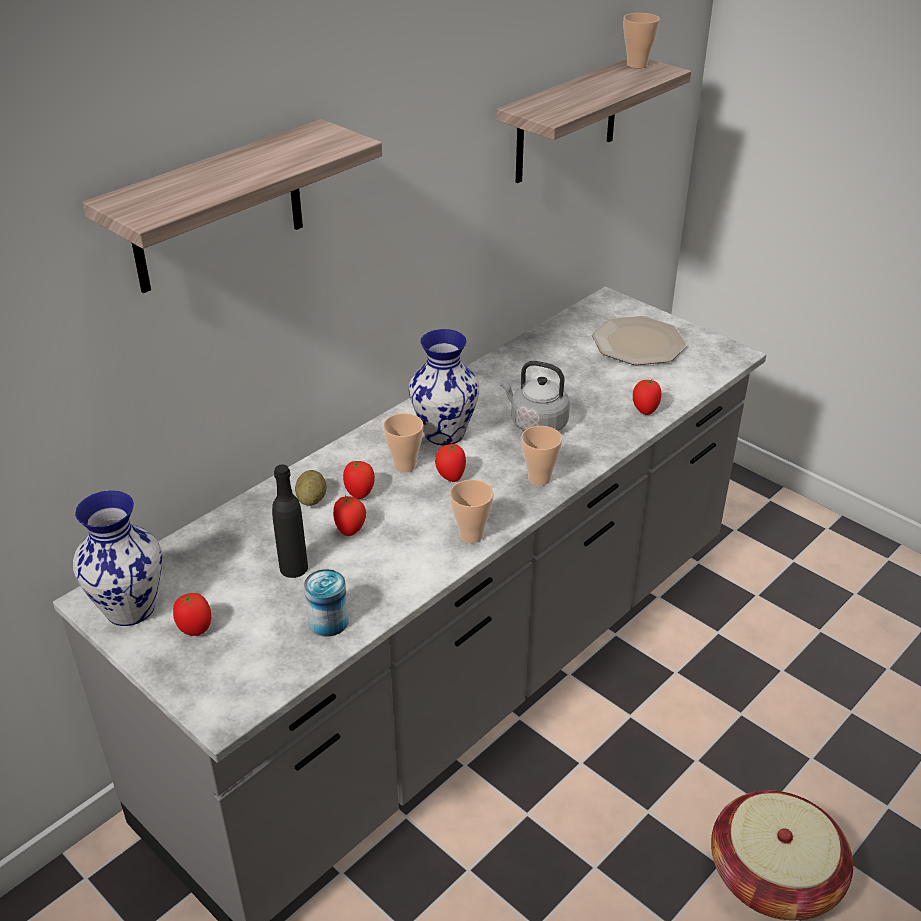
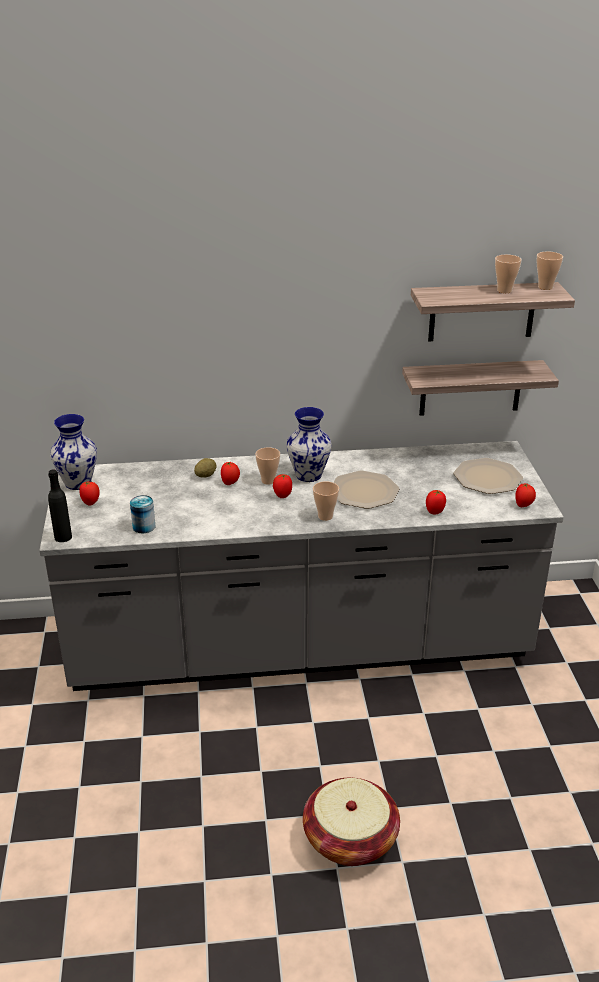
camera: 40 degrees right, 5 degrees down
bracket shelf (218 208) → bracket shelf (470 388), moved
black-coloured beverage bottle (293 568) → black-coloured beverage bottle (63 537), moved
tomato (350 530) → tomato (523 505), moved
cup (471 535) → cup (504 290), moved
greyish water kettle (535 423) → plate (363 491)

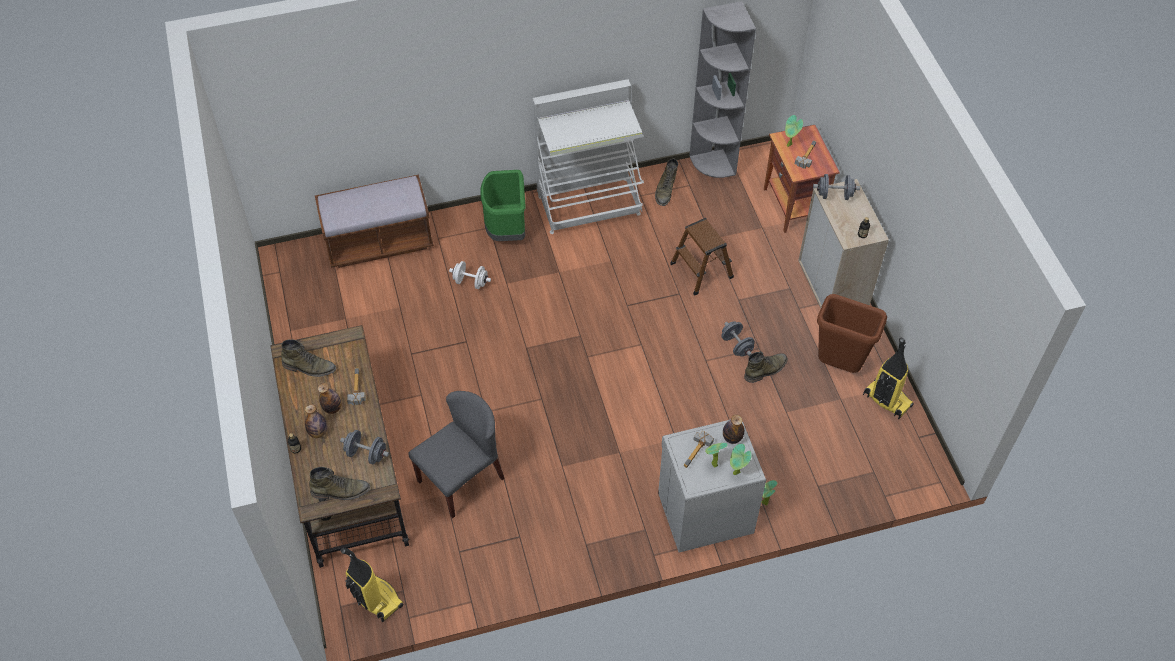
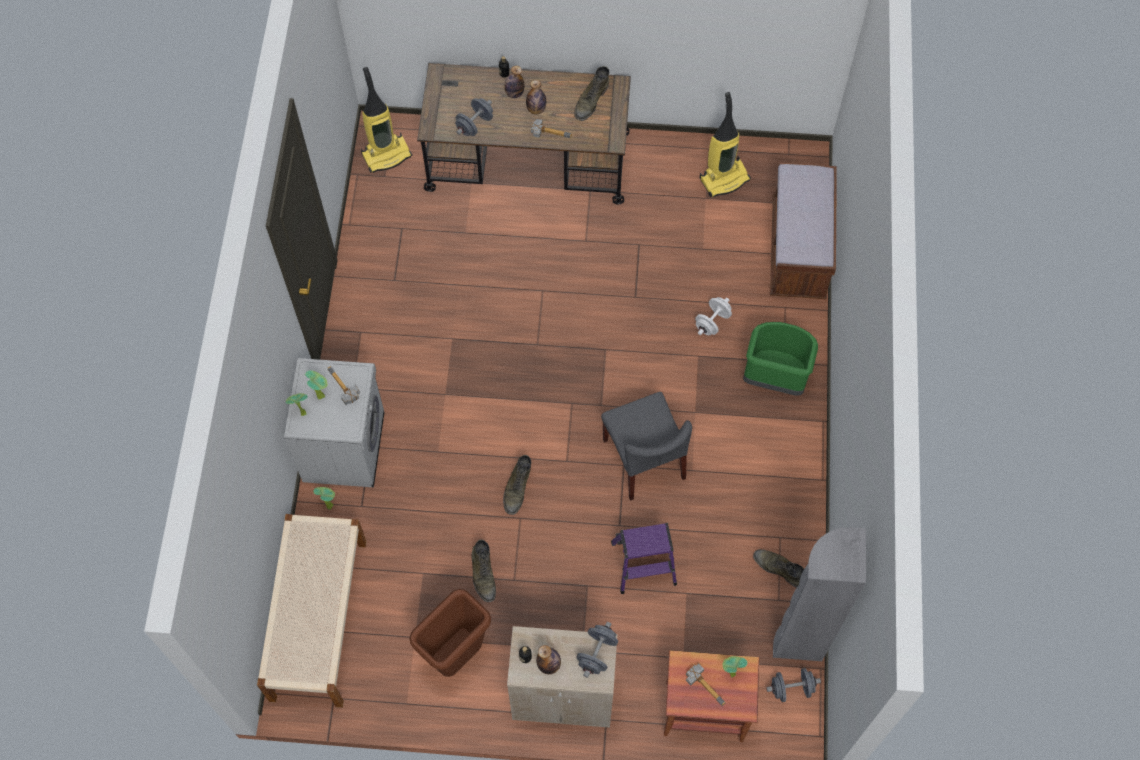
camera: 110 degrees right, 10 degrees up
whitish shoe stand (590 207) → -
- → beige-coloured indoor bench (318 619)
green tall boot (340 491) → green tall boot (517 489), moved
greyish upright chair (461 479) → greyish upright chair (644 459), moved
greyish free weight (736 345) → greyish free weight (791 688), moved
beverage bottle (732 438) → beverage bottle (549 665), moved
vacuum cleaner (886 400) → vacuum cleaner (724 178), moved
brownish step ladder (702 270) → purple-coloured step ladder (643 562)

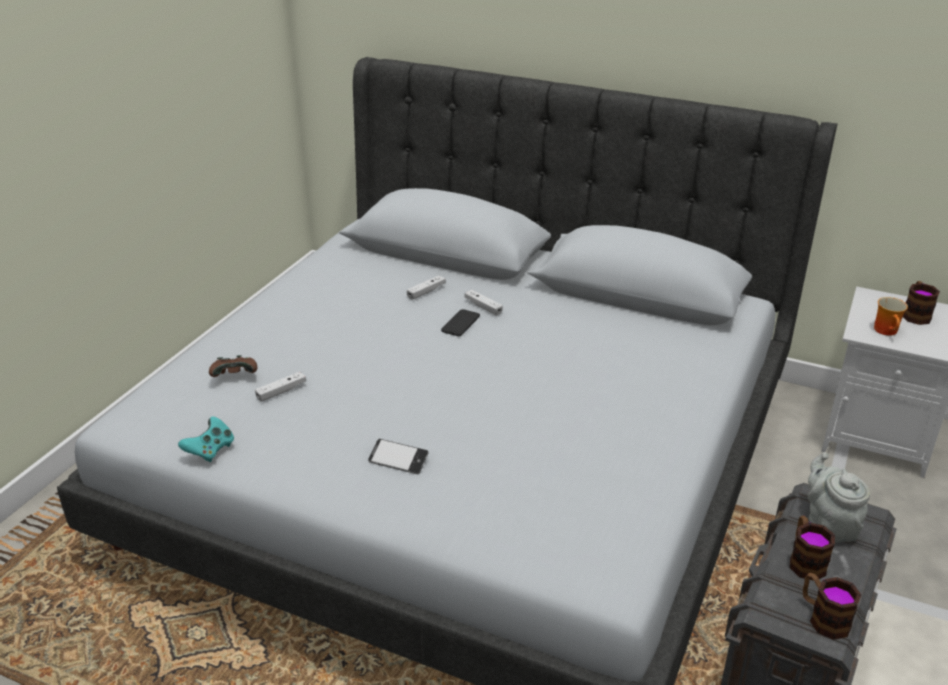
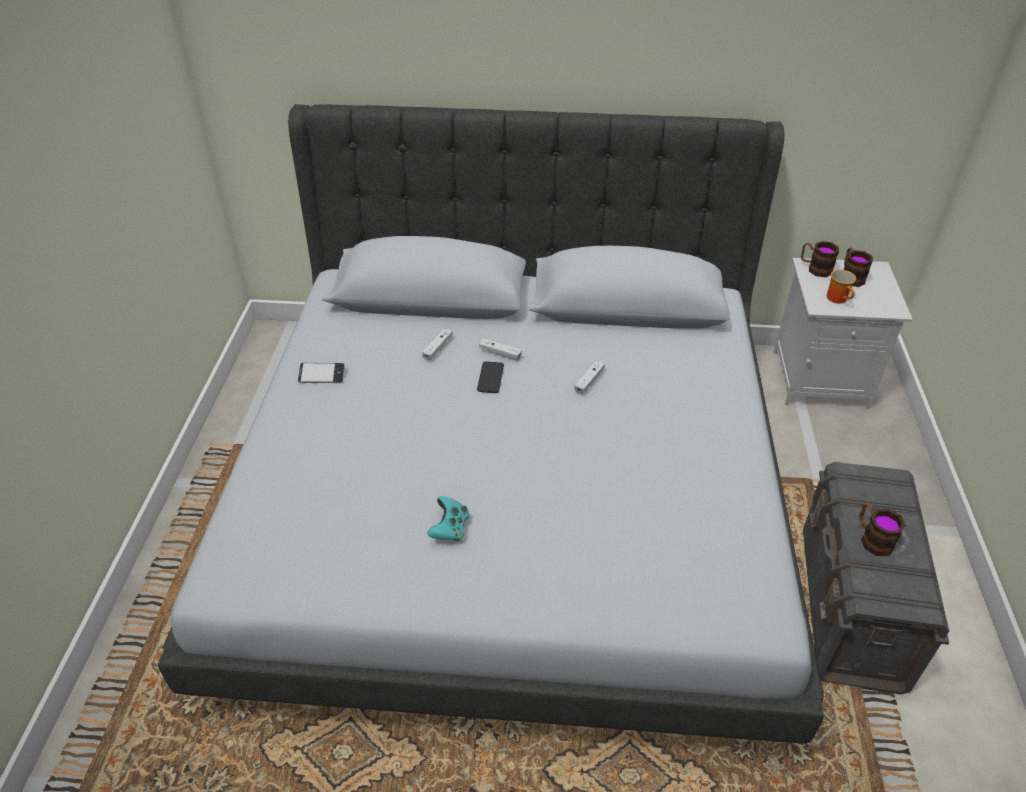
camera: 20 degrees left, 10 degrees up
brownish game controller (235 376) → -
greyish pot for tea (829 525) → -
turquoise game controller (210 450) → turquoise game controller (450 528), moved
whitish game controller (281 391) → whitish game controller (589 381), moved
handset (398 460) → handset (322 376), moved
mug (823 617) → mug (815 268), moved

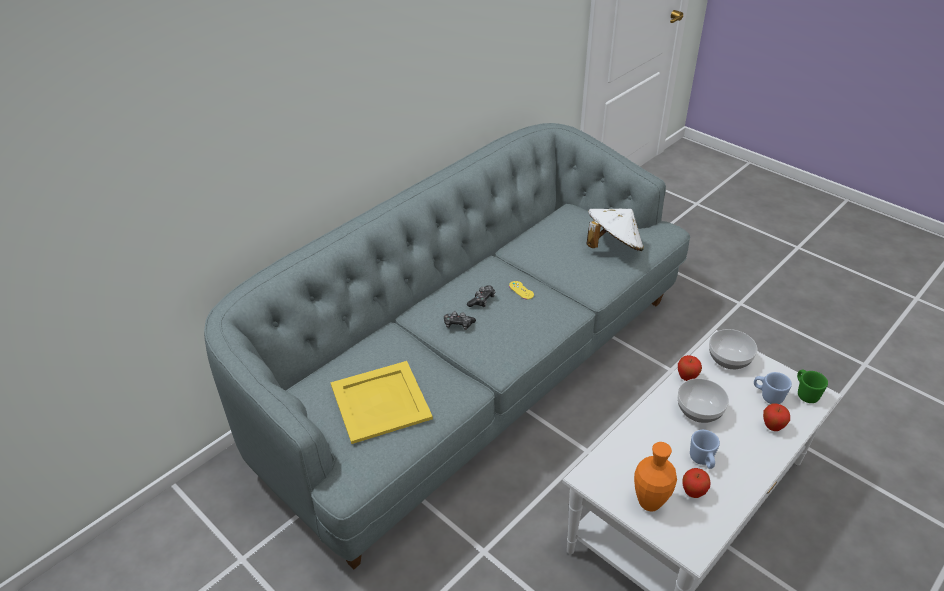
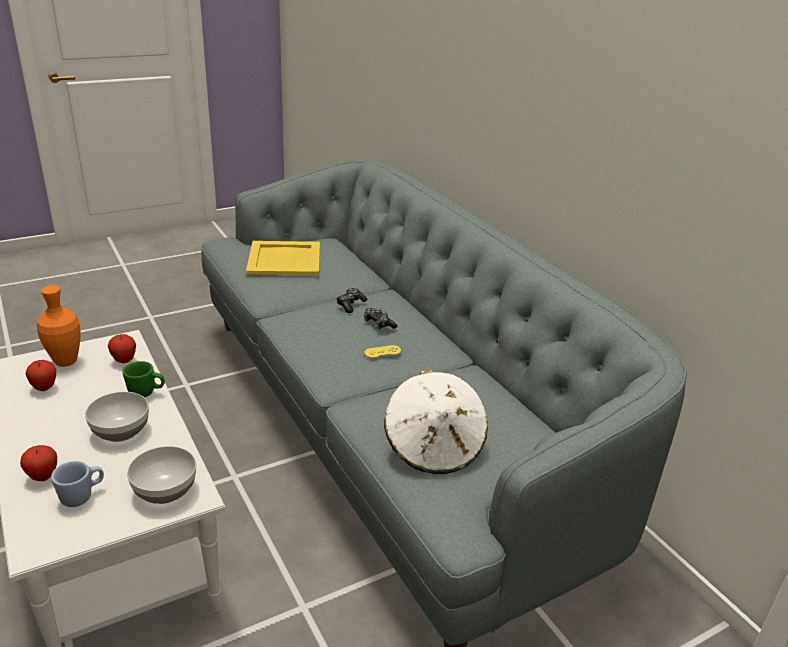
camera: 105 degrees right, 10 degrees down
blue mug (702 461) → -
whole apple (687 377) → whole apple (124 361), moved
green mug (805 393) → green mug (146 393), moved

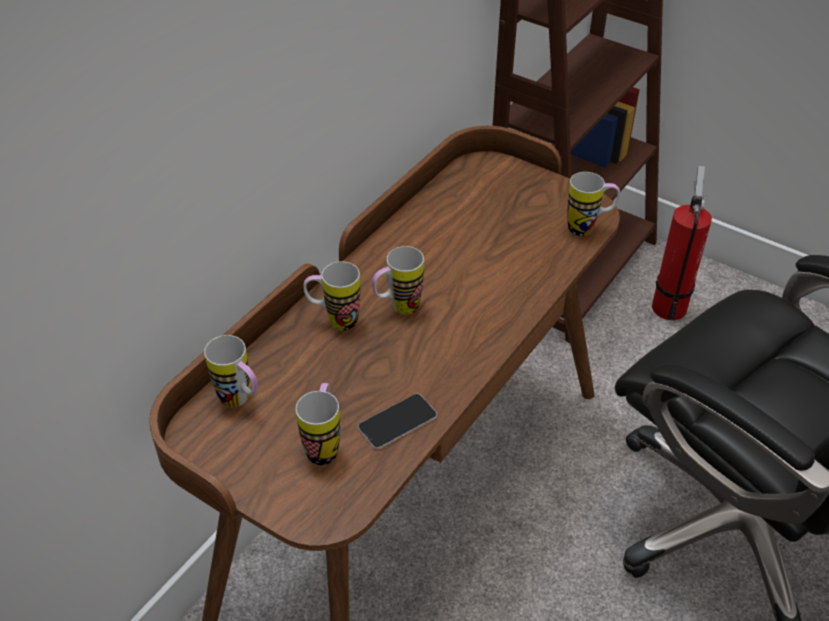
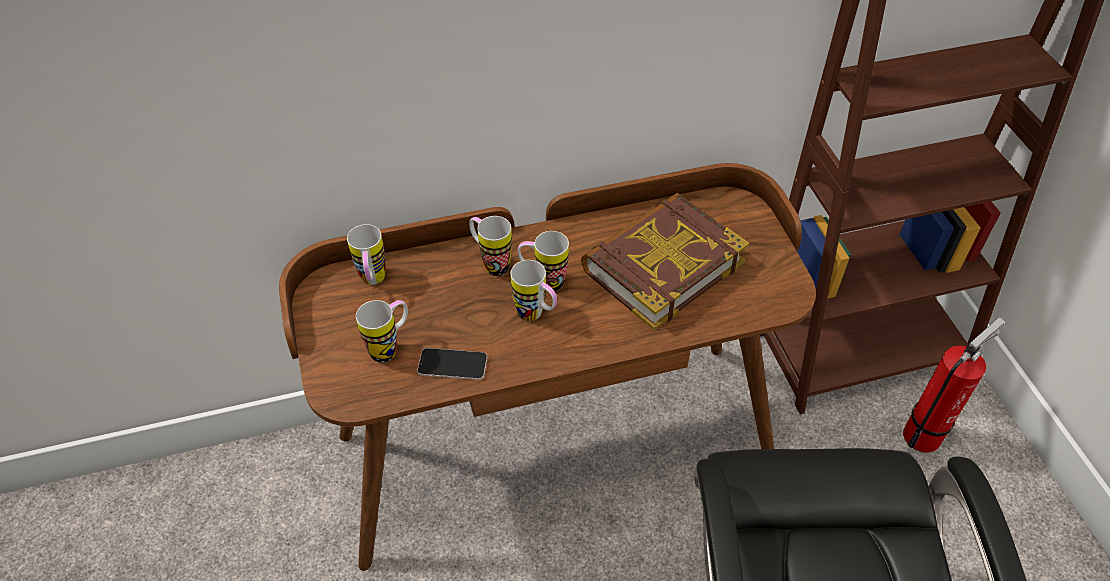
camera: 40 degrees right, 5 degrees up
- → volume (662 265)
mug (588 228) → mug (536 316), moved

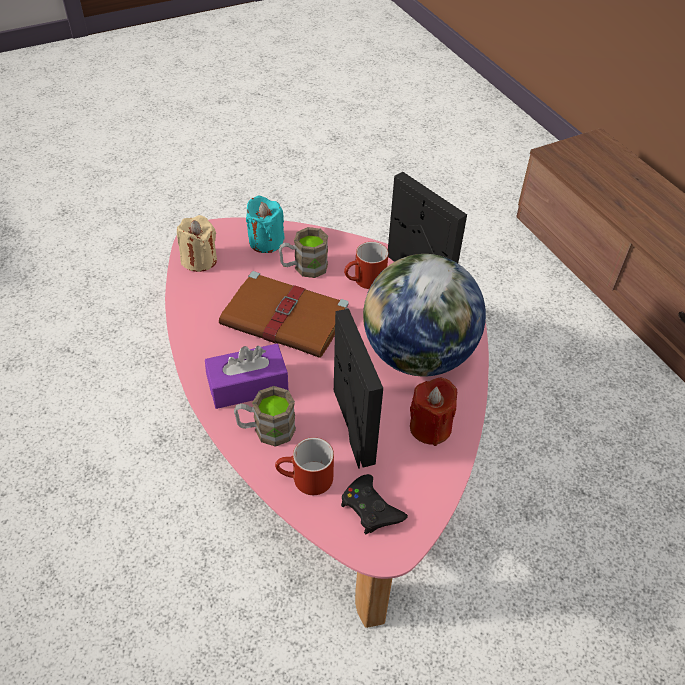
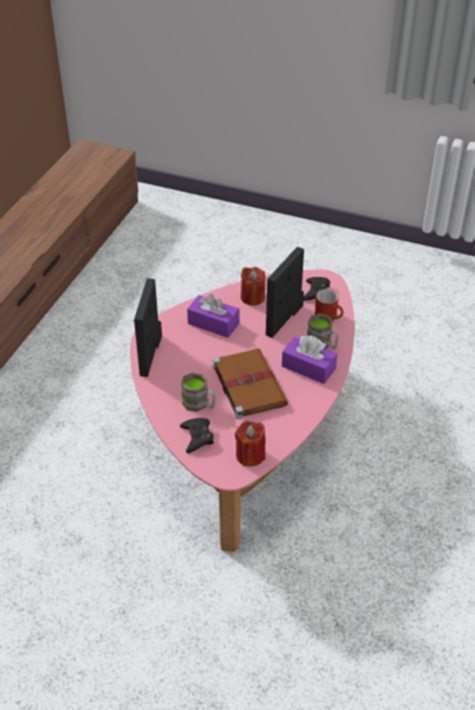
camera: 130 degrees left, 5 degrees down
reddish mug (365 281) → -
turquoise wax candle (266 241) → black-coloured game controller (197 437)
desk globe (417 355) → purple-coloured tissue holder (213 323)
beige-coloured wax candle (199 260) → reddish wax candle (250 455)

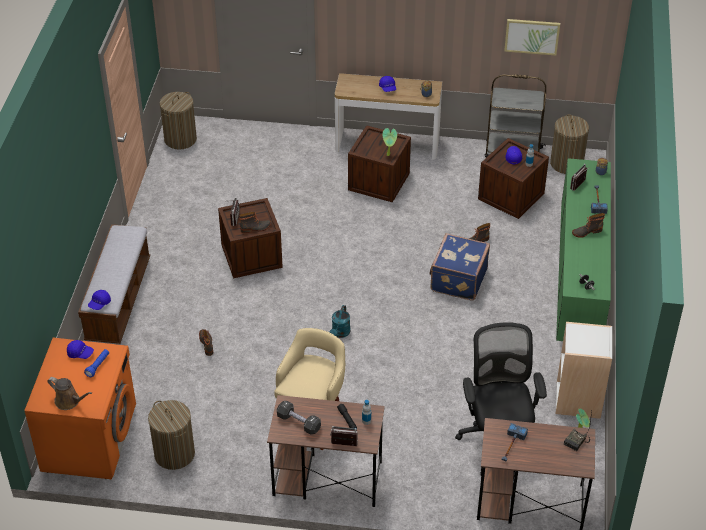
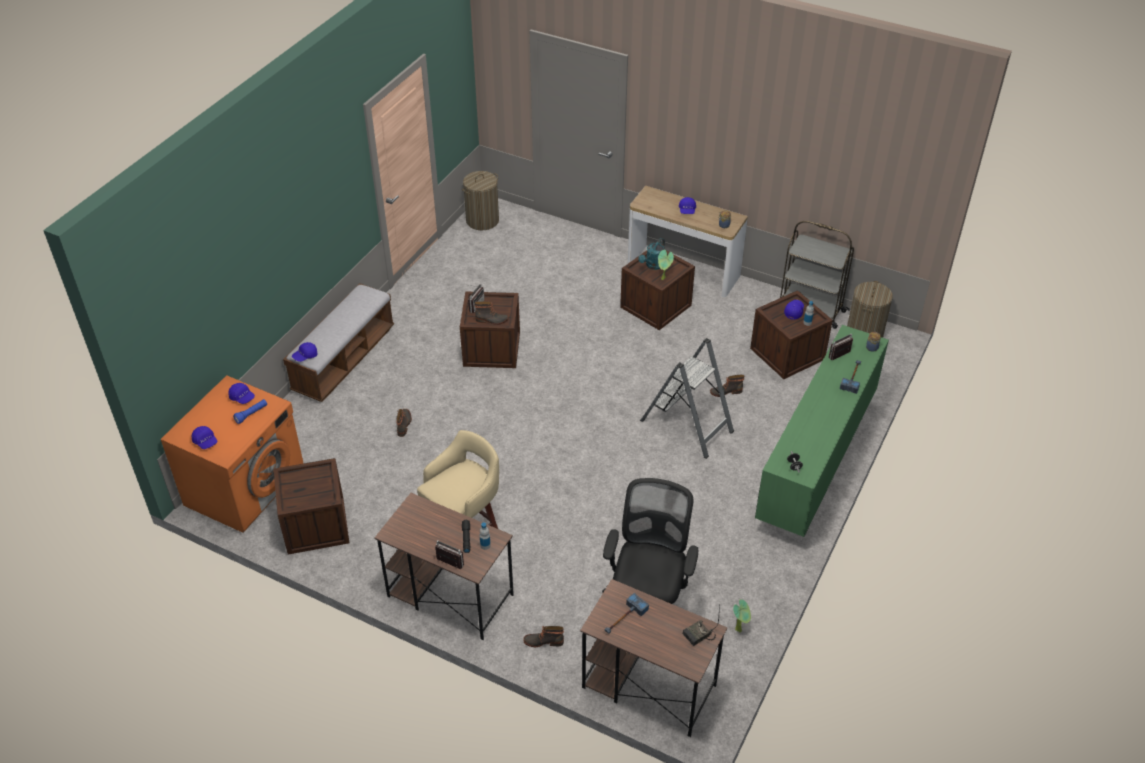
camera: 20 degrees right, 0 degrees up
black-coloured free weight (299 422) → -
picture (532 36) → -
bookcase (578 400) → -
turquoise watering pot (340 333) → turquoise watering pot (653 266), moved
tall boot (586 231) → tall boot (543 641), moved
brownish watering pot (69 401) → blue peaked cap (205 442)
laundry basket (174 454) → shipping crate (316 525)
blue piece of luggage (457 280) → greyish step ladder (687 426)

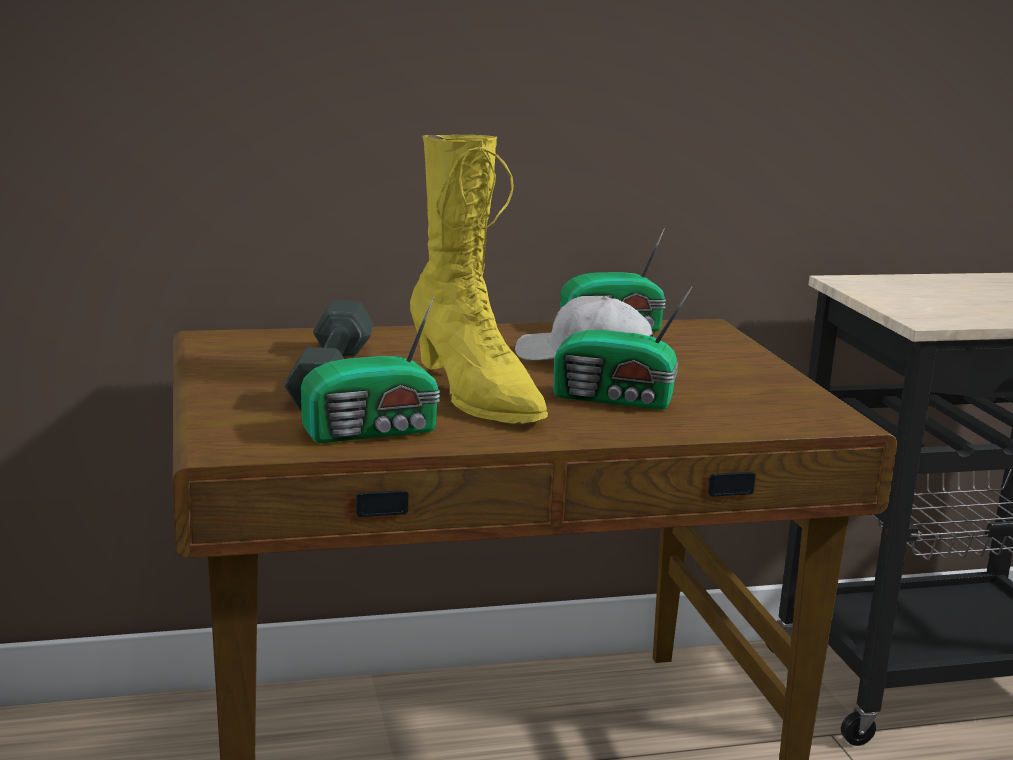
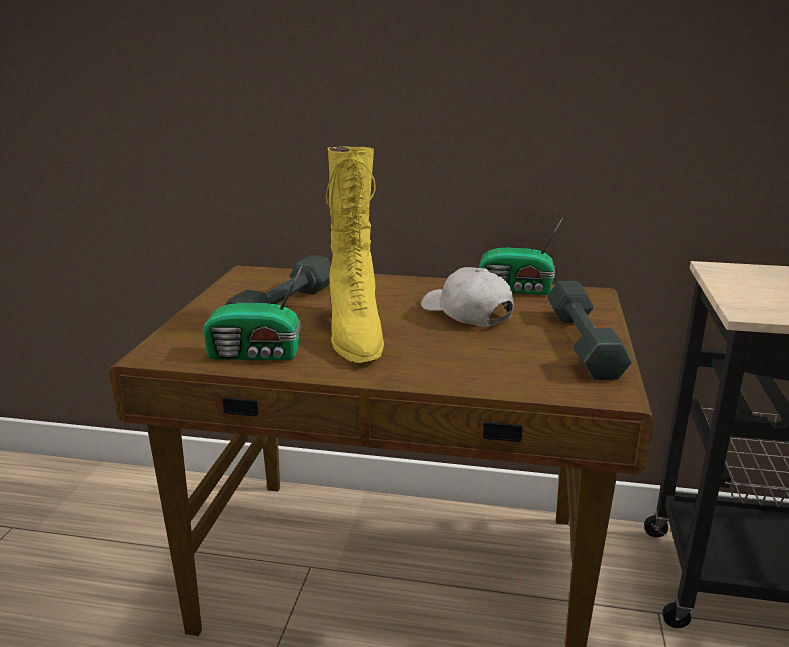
camera: 25 degrees right, 5 degrees up
radio set (616 399) → -
- → greyish free weight (582 342)

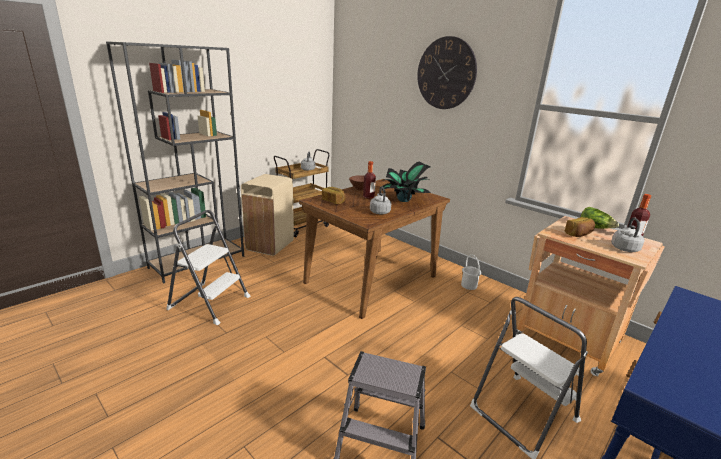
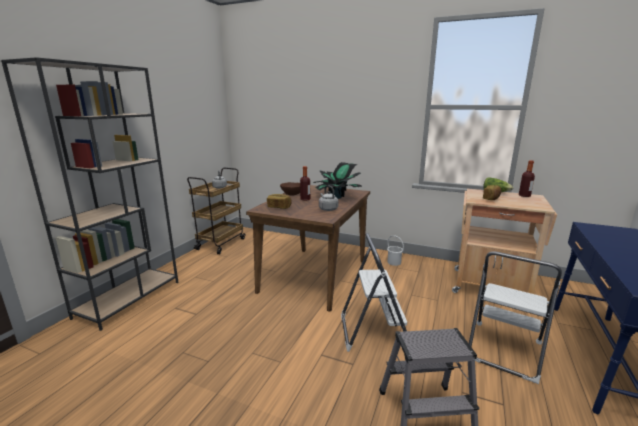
camera: 20 degrees left, 5 degrees down
beige-coloured waste bin (270 245) → -
clock on the wall (446 73) → -
greyish water kettle (624 248) → -
whitish step ladder (207 301) → whitish step ladder (371 331), moved

